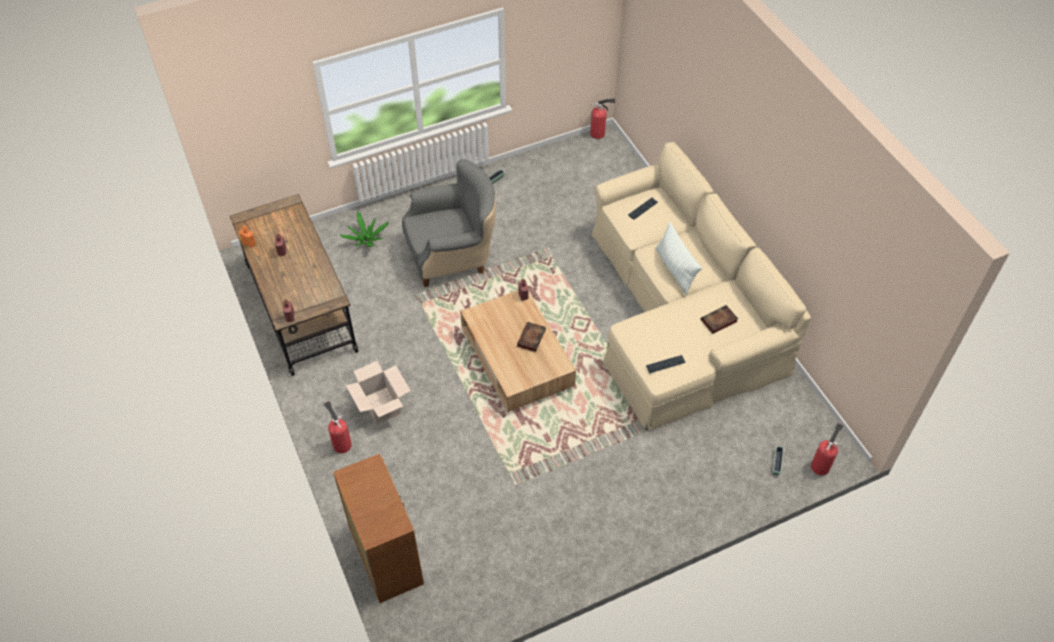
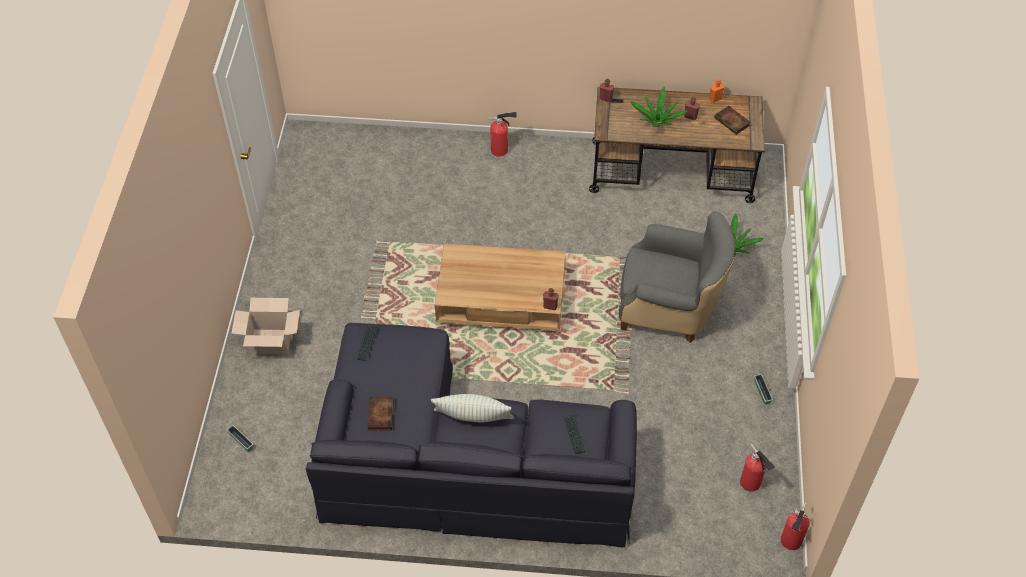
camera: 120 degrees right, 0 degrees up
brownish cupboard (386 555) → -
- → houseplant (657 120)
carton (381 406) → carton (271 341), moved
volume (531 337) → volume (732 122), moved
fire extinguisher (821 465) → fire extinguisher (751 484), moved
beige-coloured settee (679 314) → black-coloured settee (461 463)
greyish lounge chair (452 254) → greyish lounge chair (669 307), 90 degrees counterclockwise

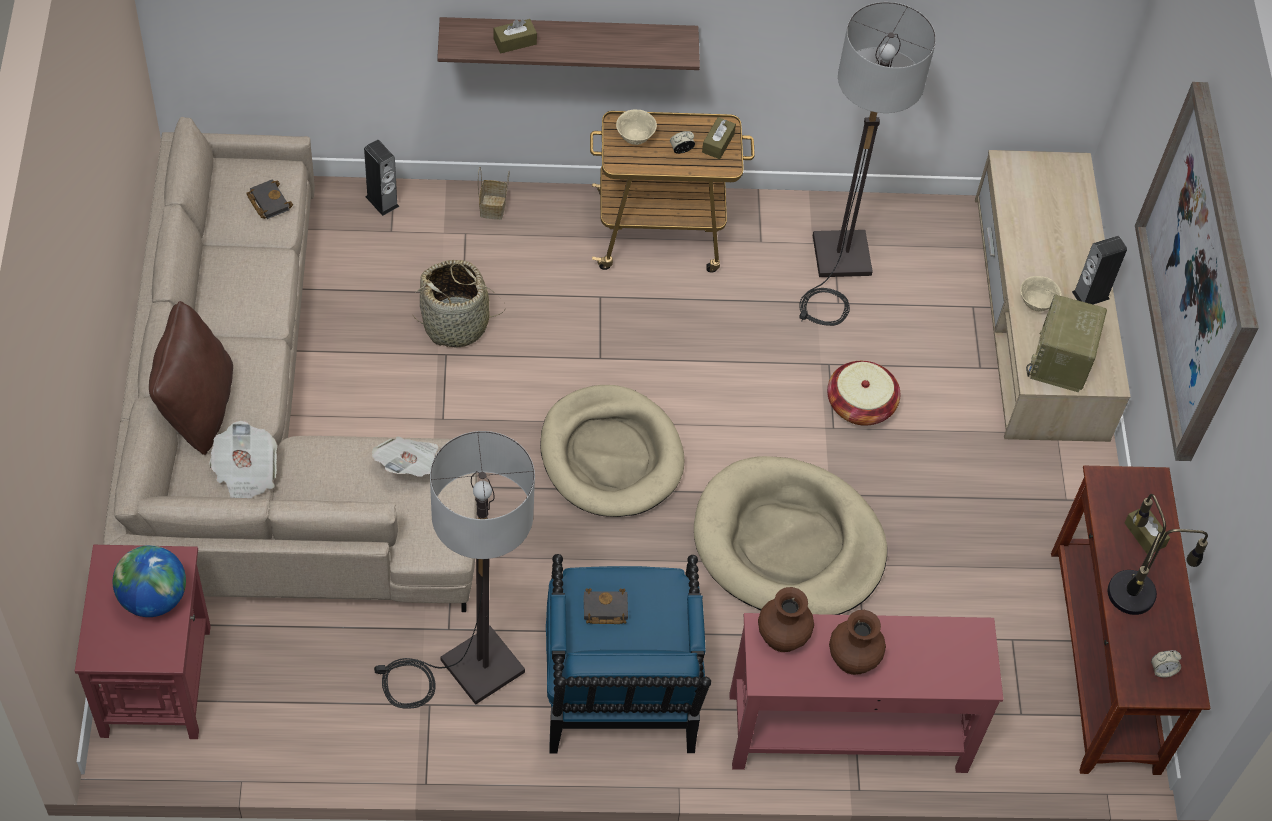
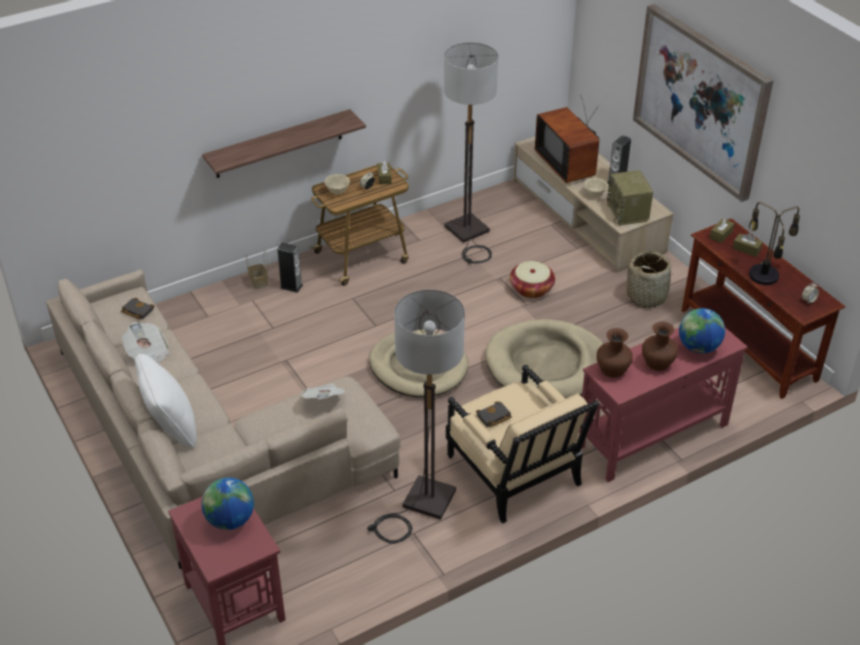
camera: 25 degrees left, 15 degrees down
- → TV set (568 164)
- → desk globe (698 347)
newspaper (245 473) → newspaper (148 354), moved
speaker (382 201) → speaker (291 286), moved
basket (456 324) → basket (647 296), moved
brownish tissue holder (515 42) → brownish tissue holder (721 235), moved
brownish cushion (198 408) → whitish cushion (171 427)
blue lounge chair (619 689) → beige-coloured lounge chair (515 474)

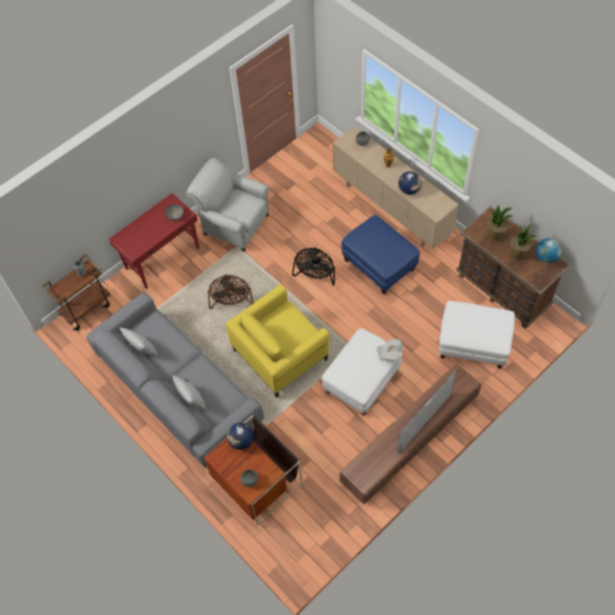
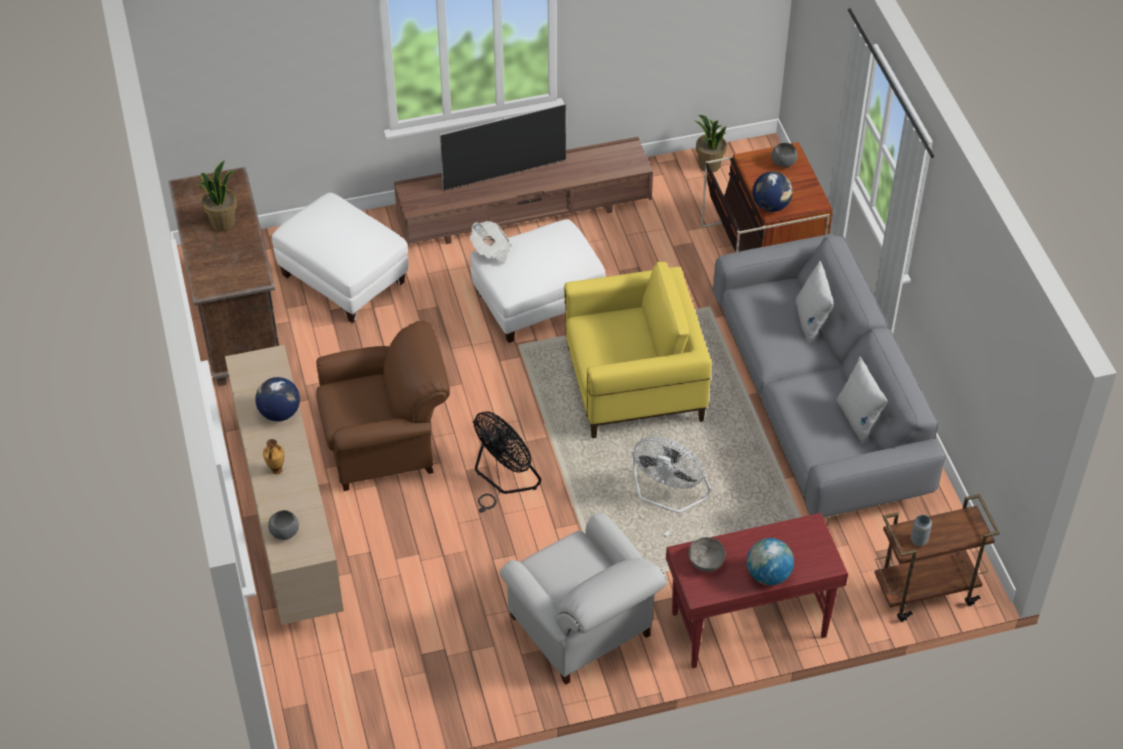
camera: 155 degrees left, 10 degrees down
houseplant (495 234) → houseplant (709 165), moved
desk globe (546 257) → desk globe (768 575), moved
blue ottoman (379 264) → brownish lounge chair (386 444)
brownish electric fan (230 300) → whitish electric fan (666 499)

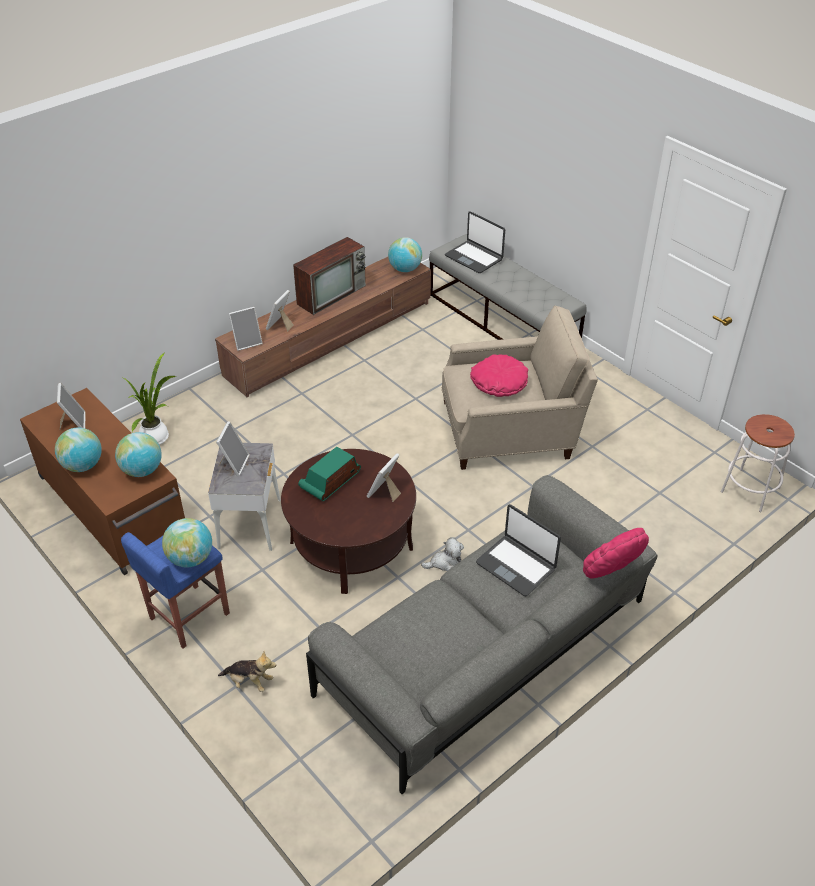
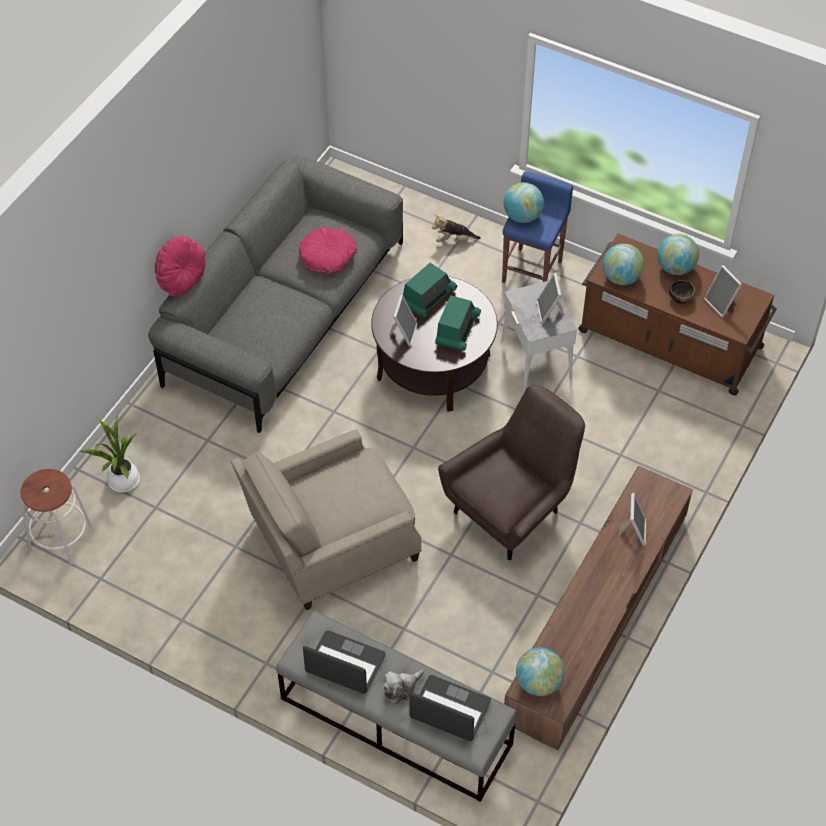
camera: 160 degrees right, 10 degrees up
standing frame (247 342) → -
TV set (332 294) → -
- → radio set (428 297)
- → brownish lounge chair (512 510)
- → serving bowl (680 297)
houseplant (156 436) → houseplant (122 482), moved
plush toy (444 562) → plush toy (401 688), moved
pinkish cushion (499 383) → pinkish cushion (326 256), moved
laptop (516 565) → laptop (345 664), moved

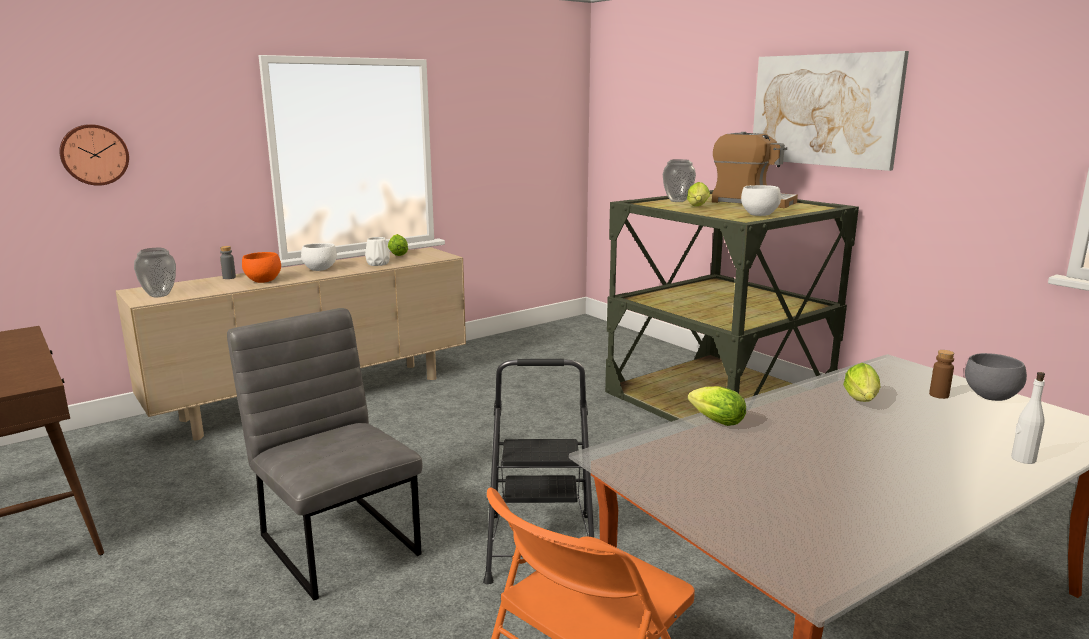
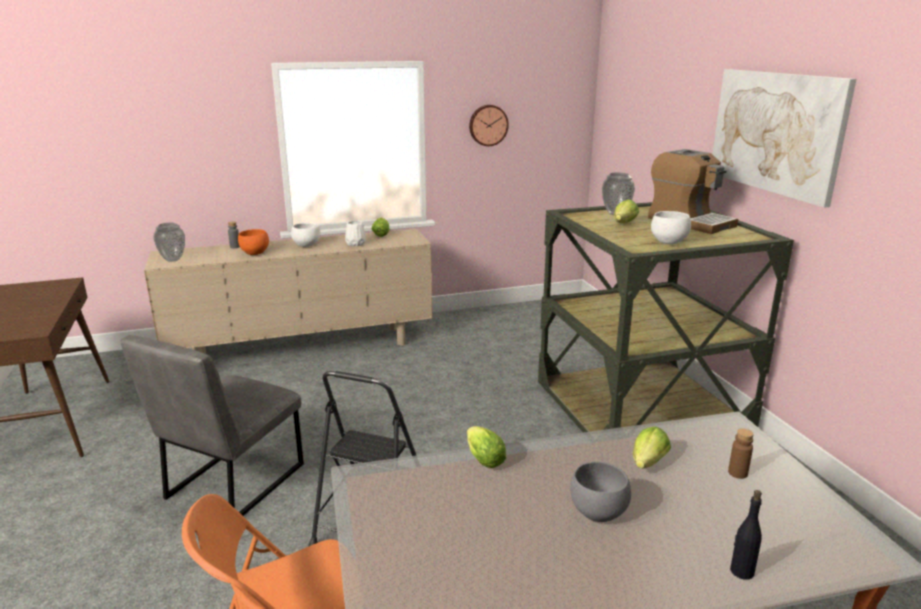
camera: 20 degrees right, 5 degrees up
clock on the wall (94 154) → clock on the wall (488 125), moved
greyish serving bowl (991 397) → greyish serving bowl (597 513), moved
whitish beverage bottle (1022 459) → black-coloured beverage bottle (741 571)
greyish upright chair (338 542) → greyish upright chair (232 483), 135 degrees counterclockwise

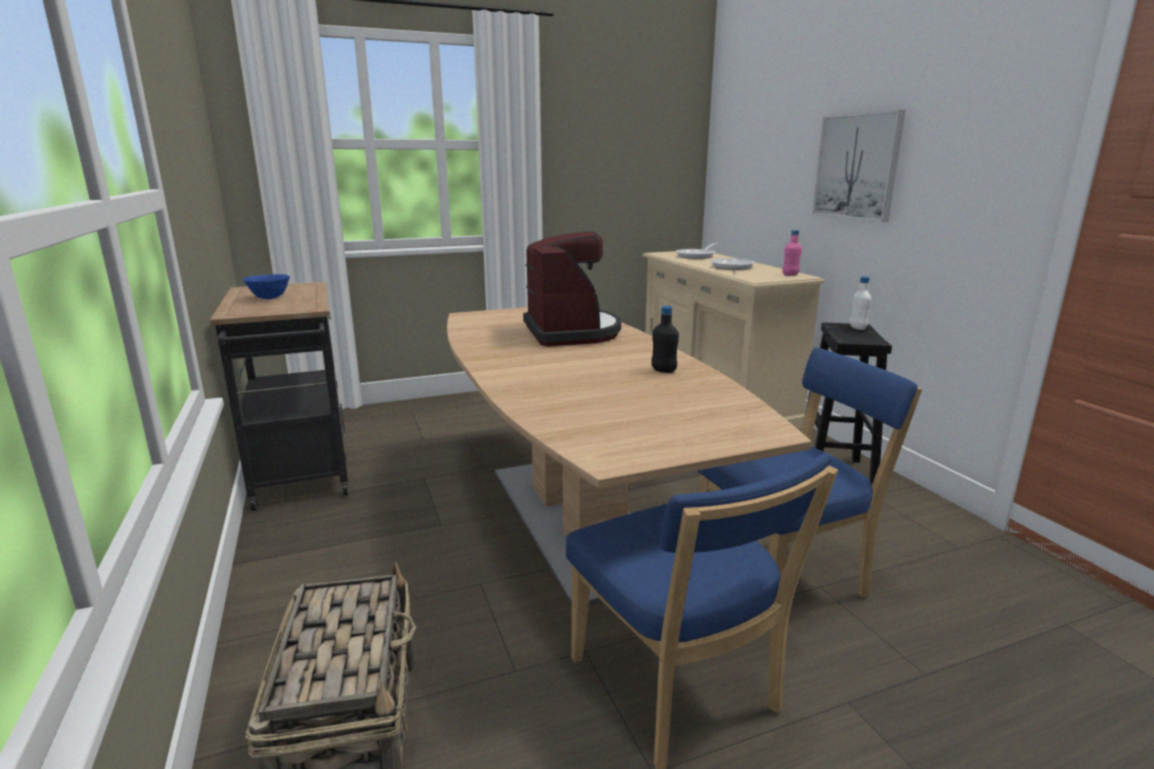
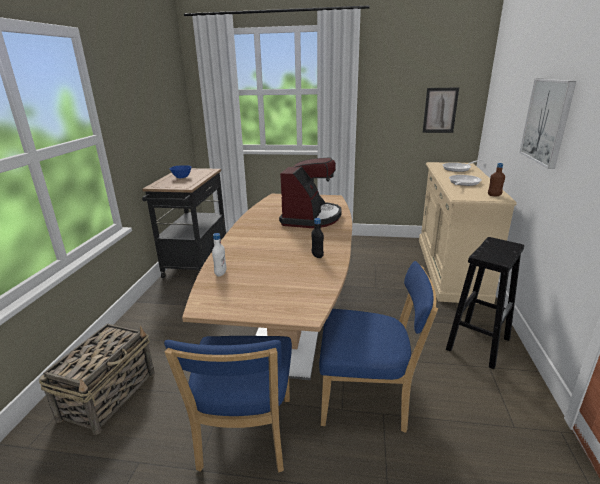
camera: 30 degrees right, 5 degrees up
- → picture (440 110)
whitish beverage bottle (857 328) → whitish beverage bottle (220 273), moved
pinkish beverage bottle (790 275) → brownish beverage bottle (494 195)

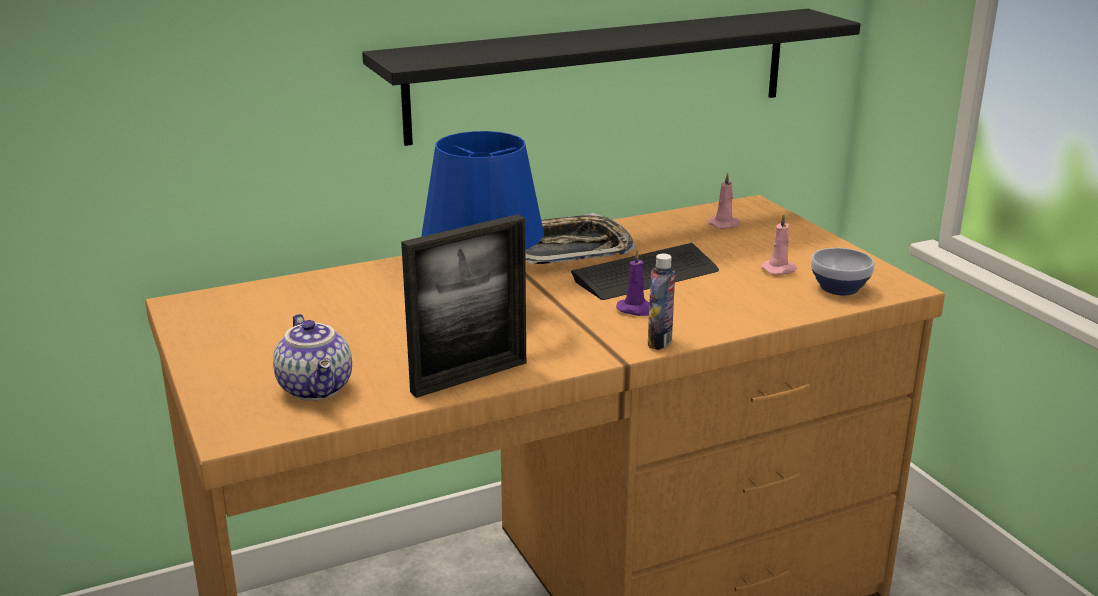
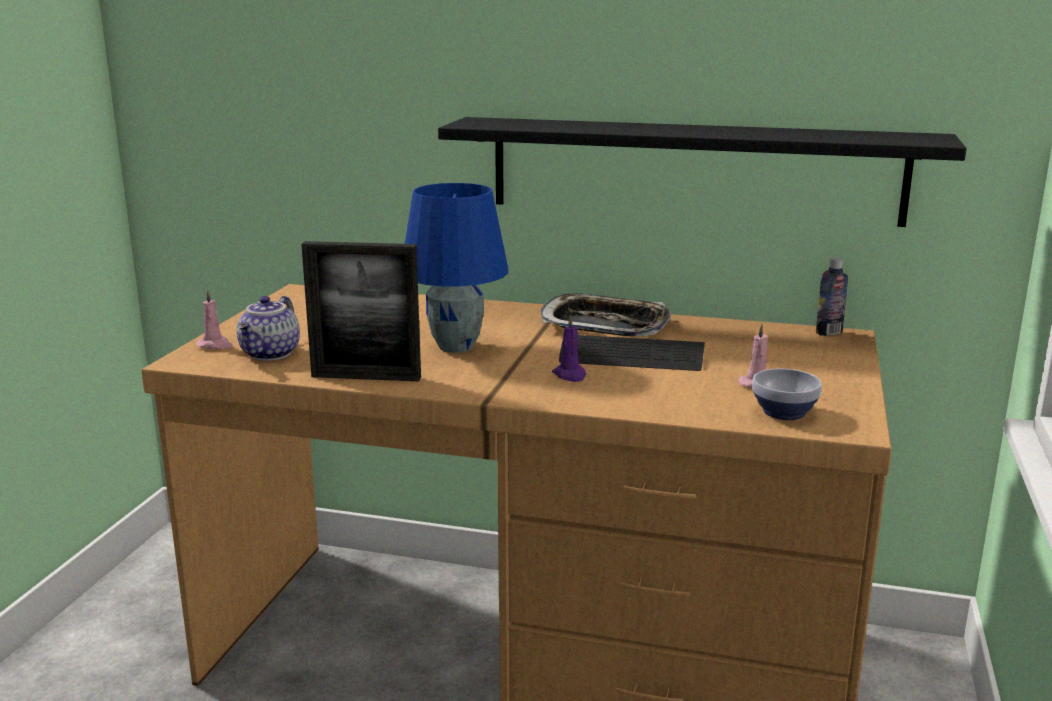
camera: 40 degrees right, 5 degrees down
beverage bottle (659 342) → beverage bottle (829 332), moved
pinkish wax candle (725 224) → pinkish wax candle (215 345), moved

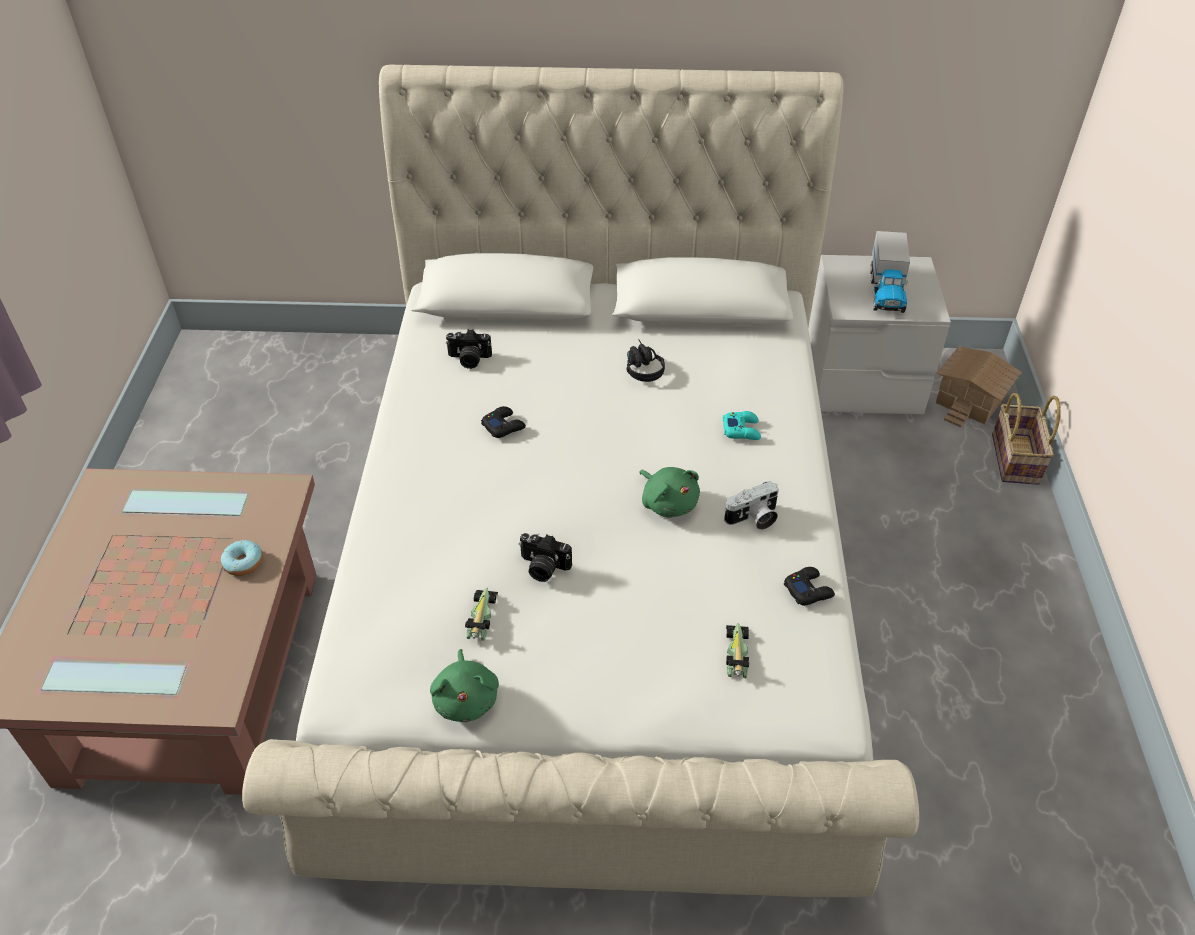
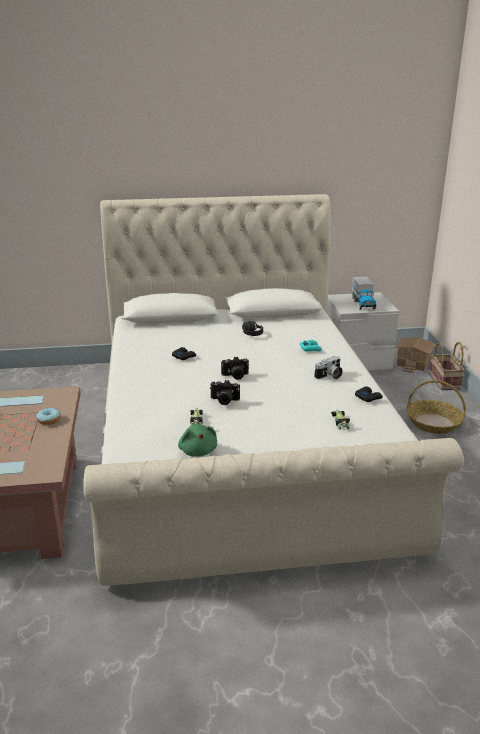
camera: 10 degrees left, 20 degrees down
green plush toy (668 502) → -
- → basket (434 423)
still camera (469 359) → still camera (235 376), moved

